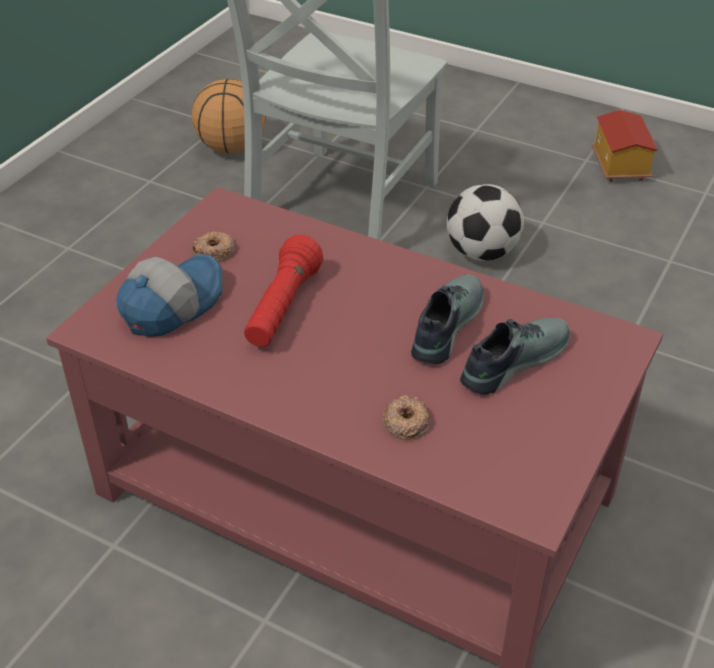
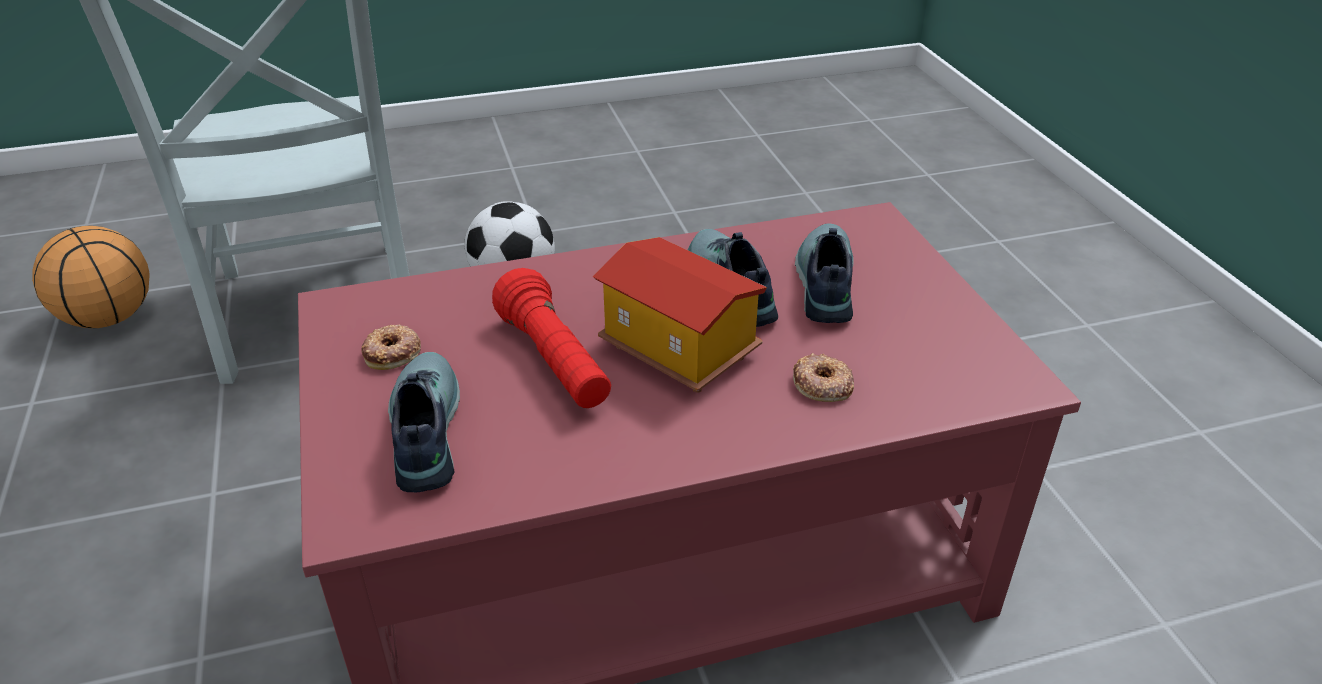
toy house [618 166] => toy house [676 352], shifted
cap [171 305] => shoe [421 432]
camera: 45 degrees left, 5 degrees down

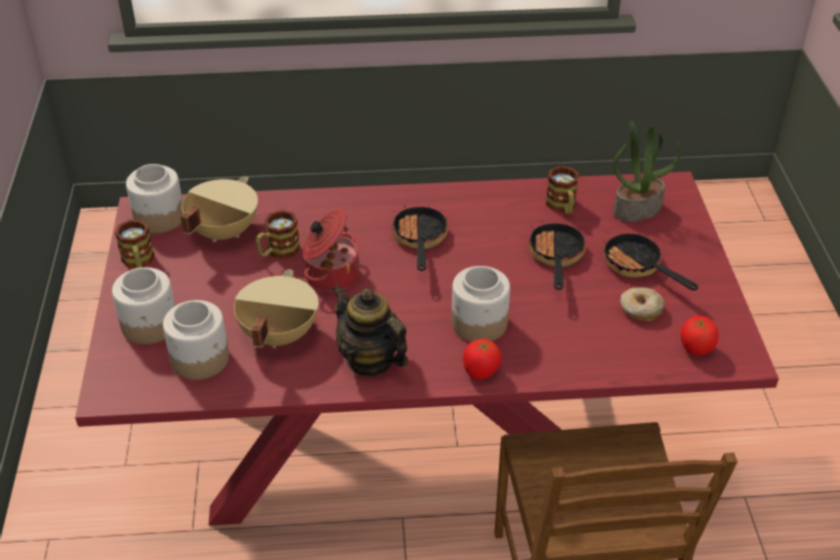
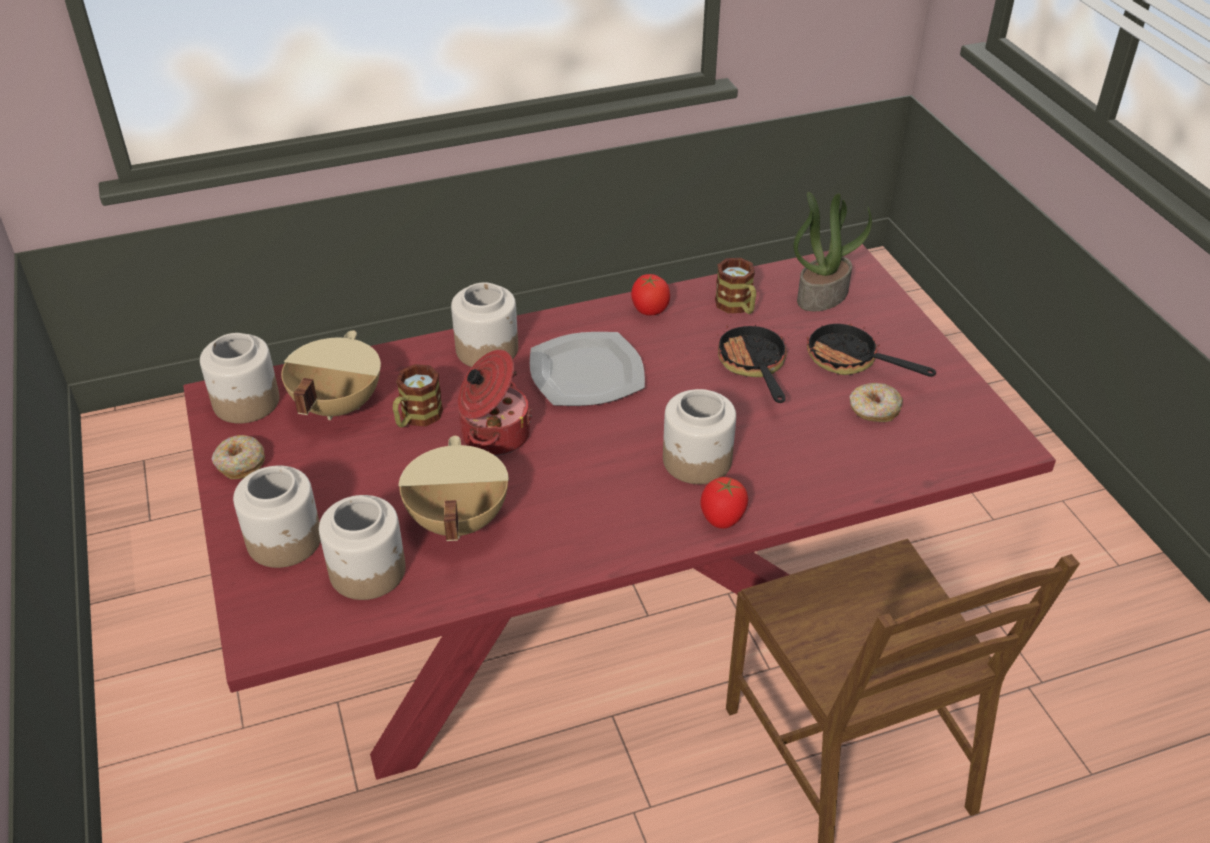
frying pan [419 240] => plate [586 374]
mug [138 262] => donut [240 463]
teapot [370 360] => nothing
tomato [695 348] => tomato [649 310], shifted
nothing => jar [487 349]
camera: 15 degrees left, 0 degrees up

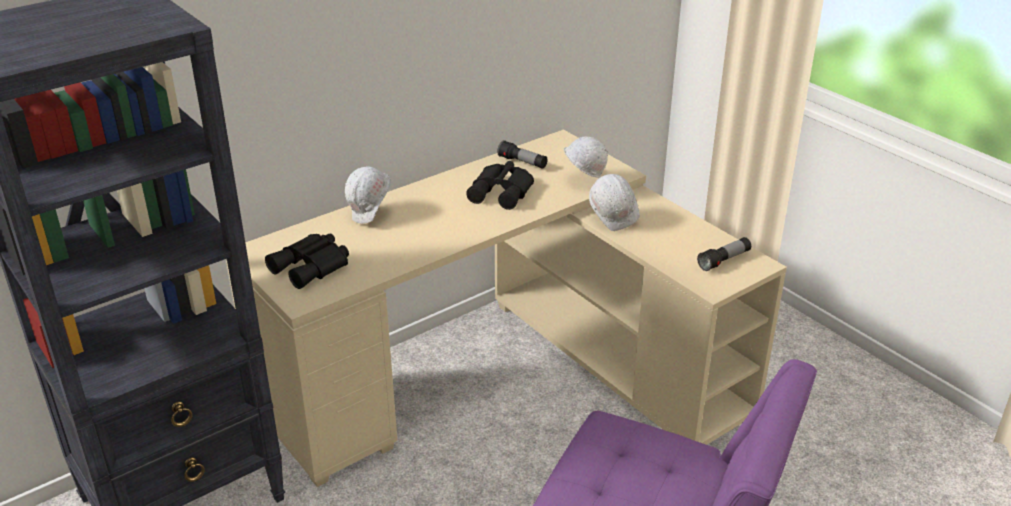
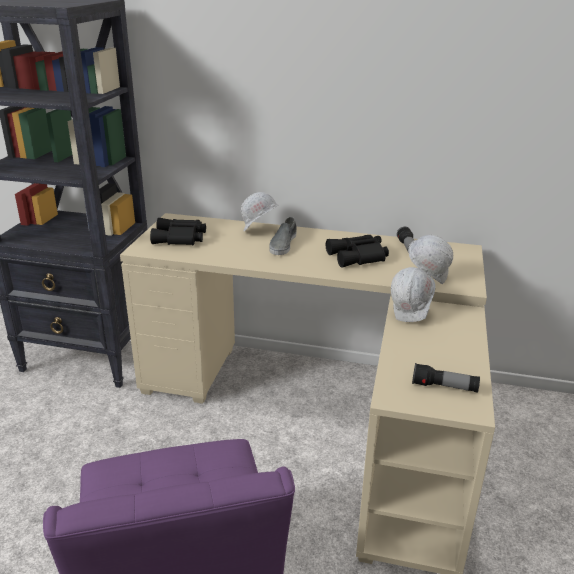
nothing => grey shoe [283 244]
camera: 50 degrees right, 5 degrees down

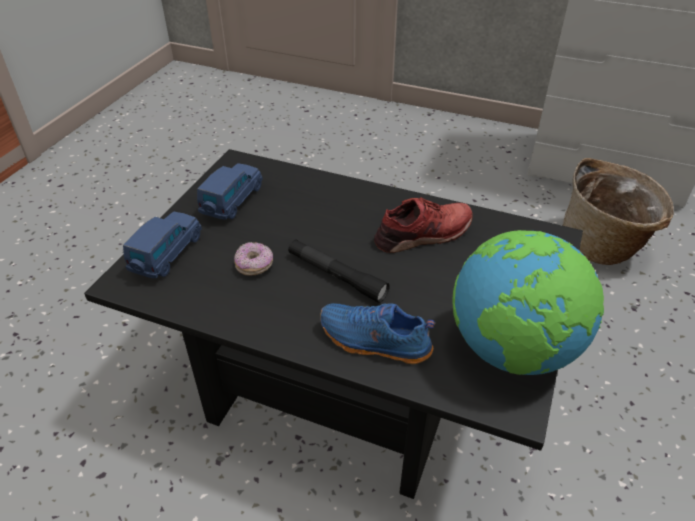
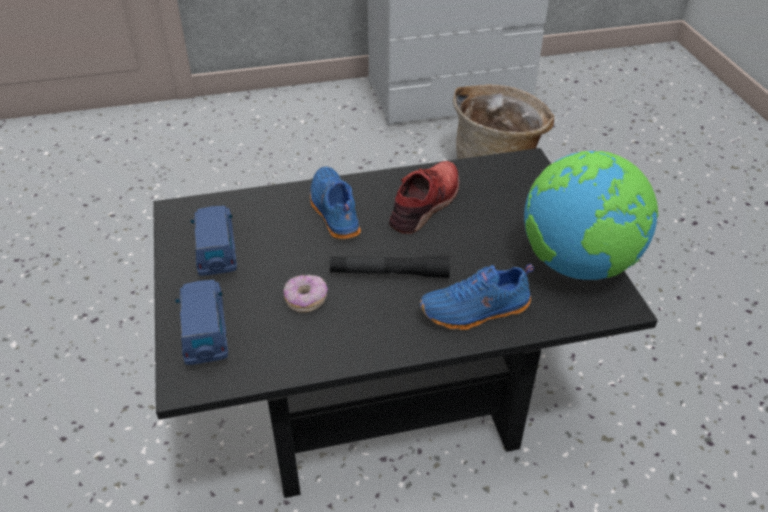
nothing => blue shoe [333 212]
camera: 35 degrees left, 0 degrees up

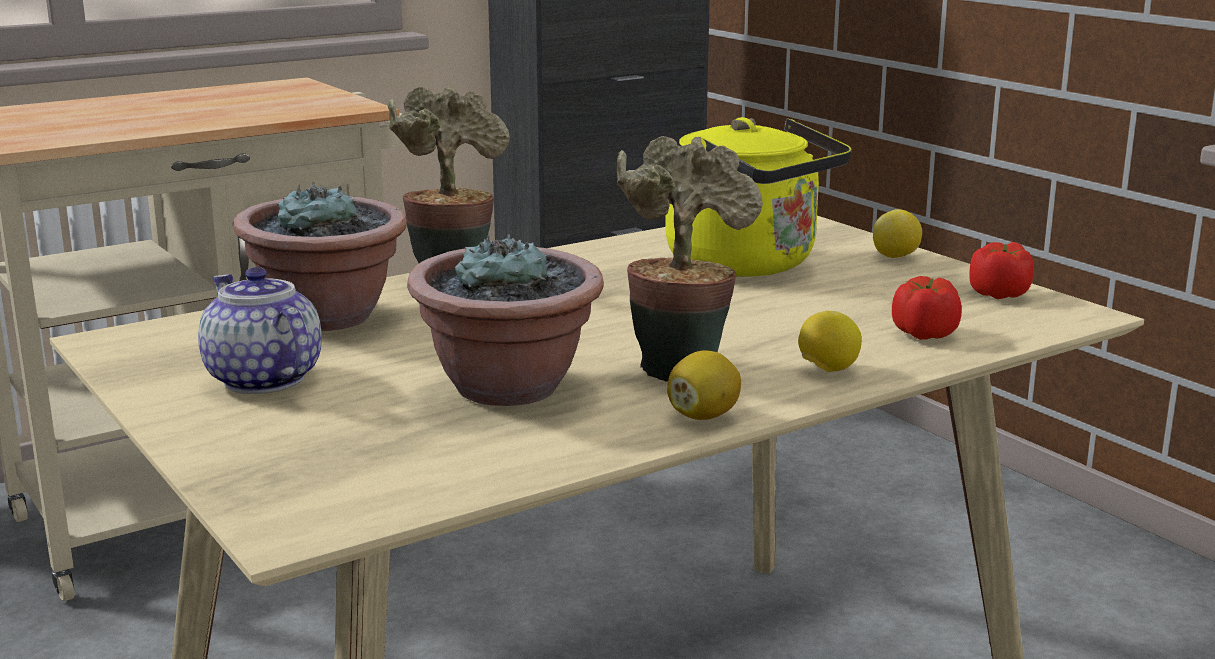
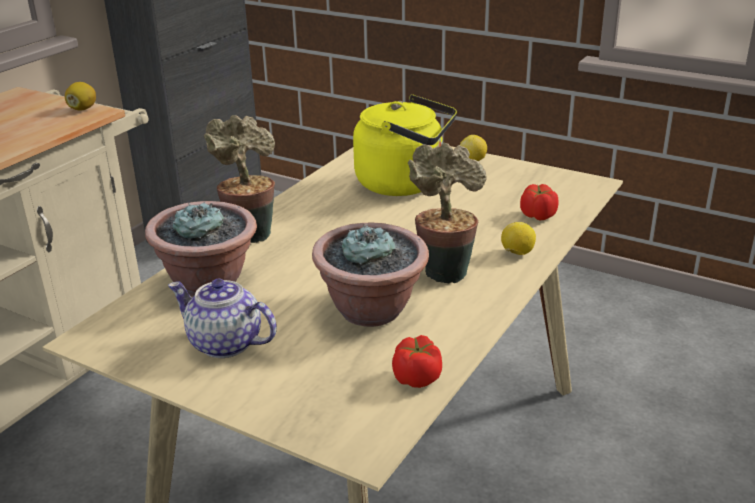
tomato [999 294] => tomato [417 378], shifted
lemon [703 416] => lemon [83 109], shifted
camera: 25 degrees left, 10 degrees up

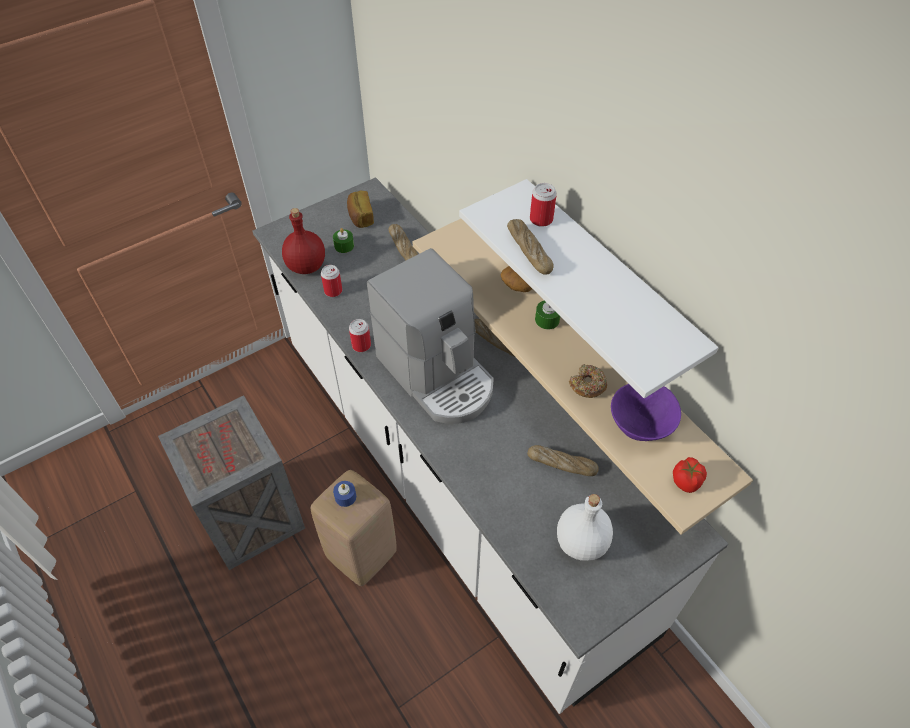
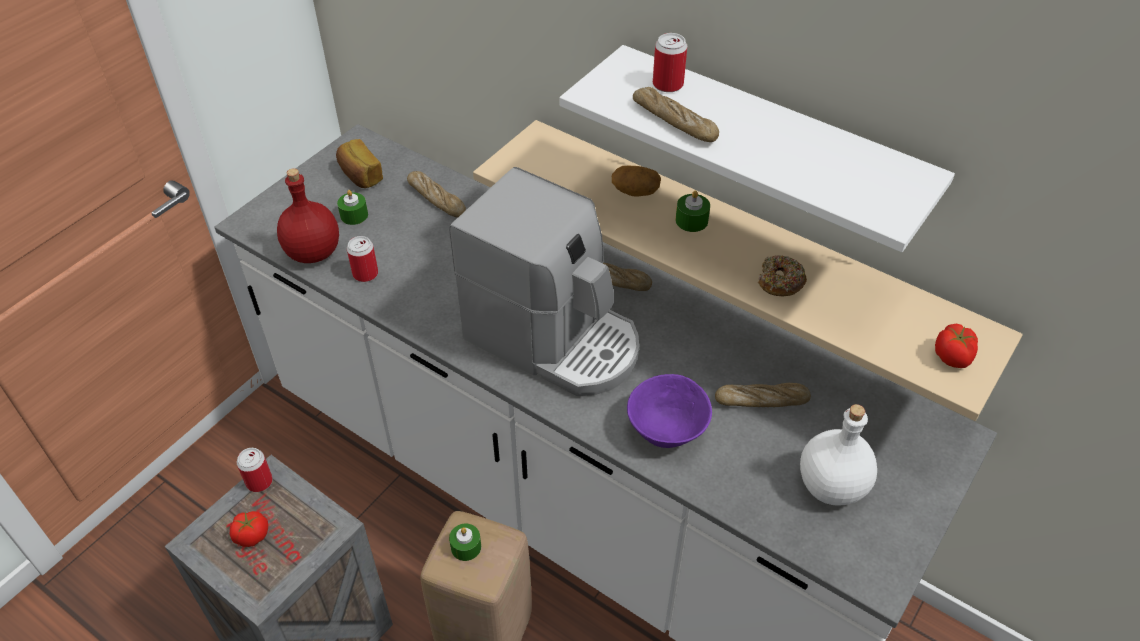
can [361 345] => can [259 482], shifted
purple bowl [638 425] => purple bowl [664 430], shifted
blue candle [345 497] => green candle [466 547]
nothing => tomato [252 536]
camera: 20 degrees left, 5 degrees down

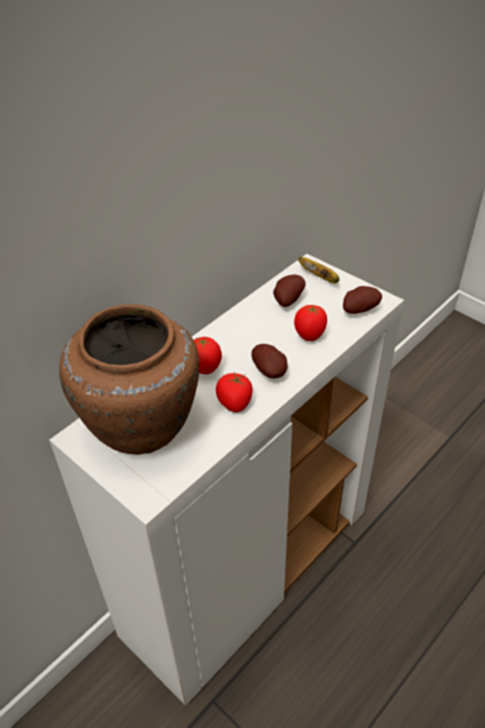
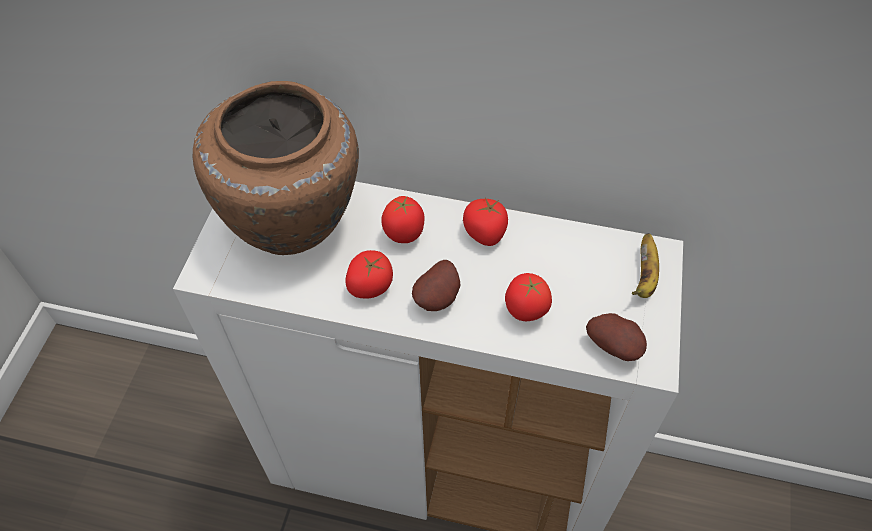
potato [287 300] => nothing
nothing => tomato [485 233]
camera: 60 degrees right, 10 degrees up

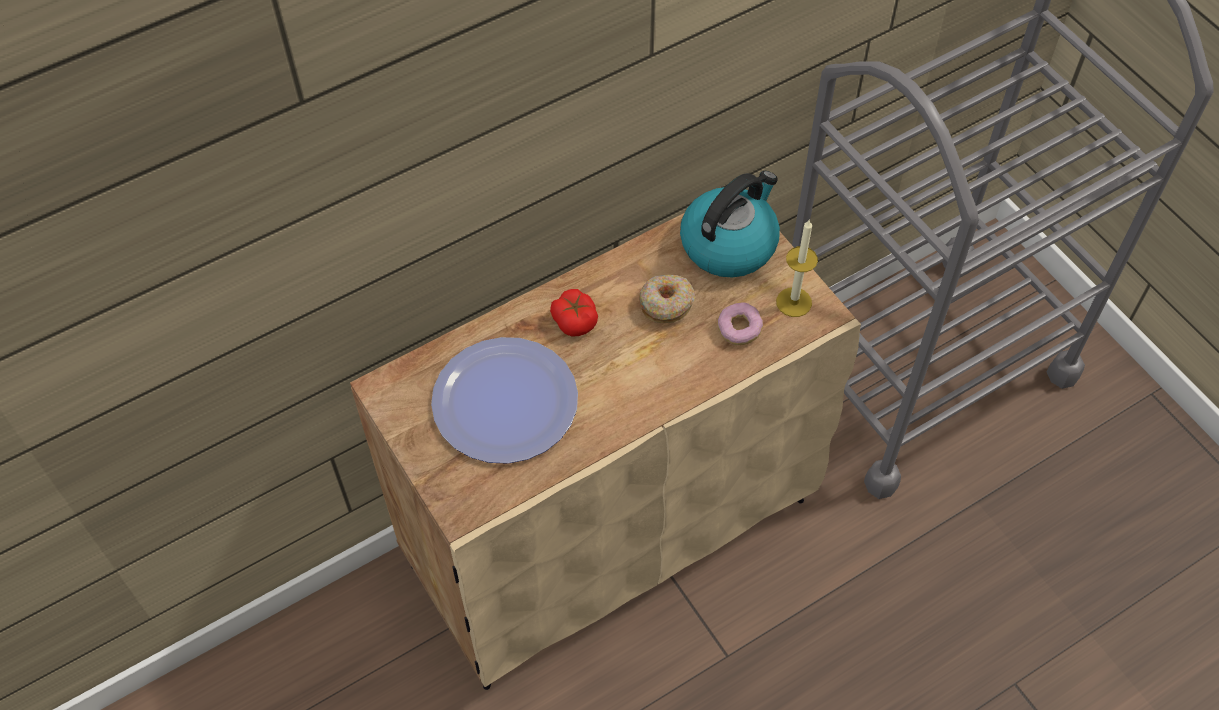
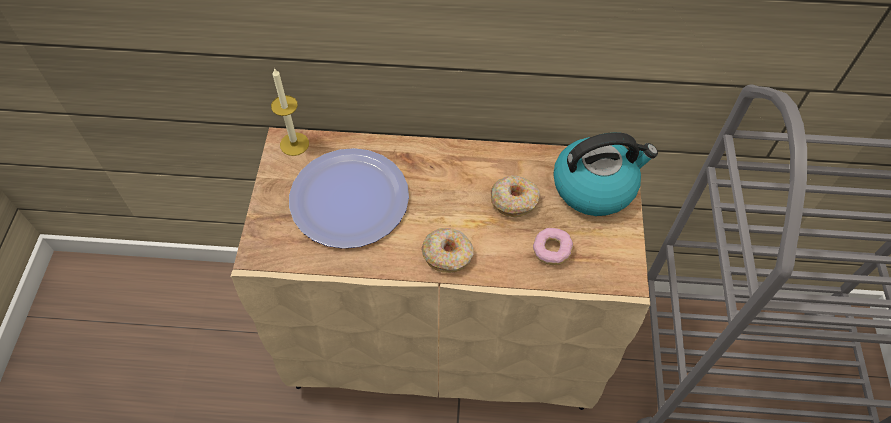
candle [794 302] => candle [294 144], shifted
tomato [575 320] => nothing
nothing => donut [448 254]
camera: 35 degrees right, 0 degrees up

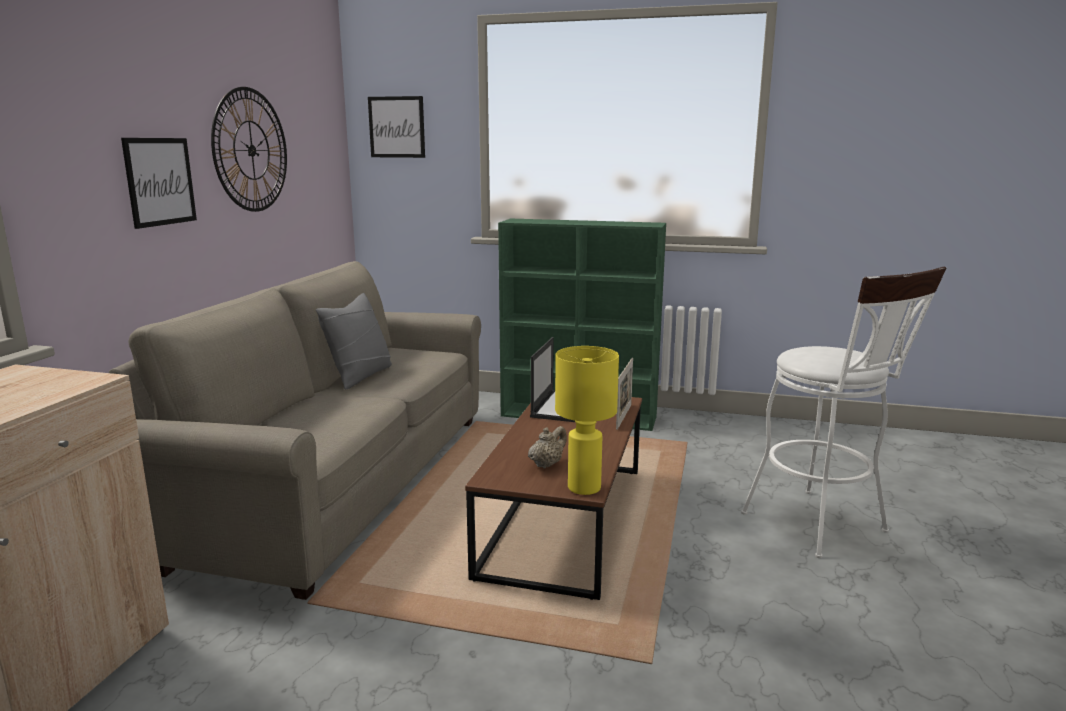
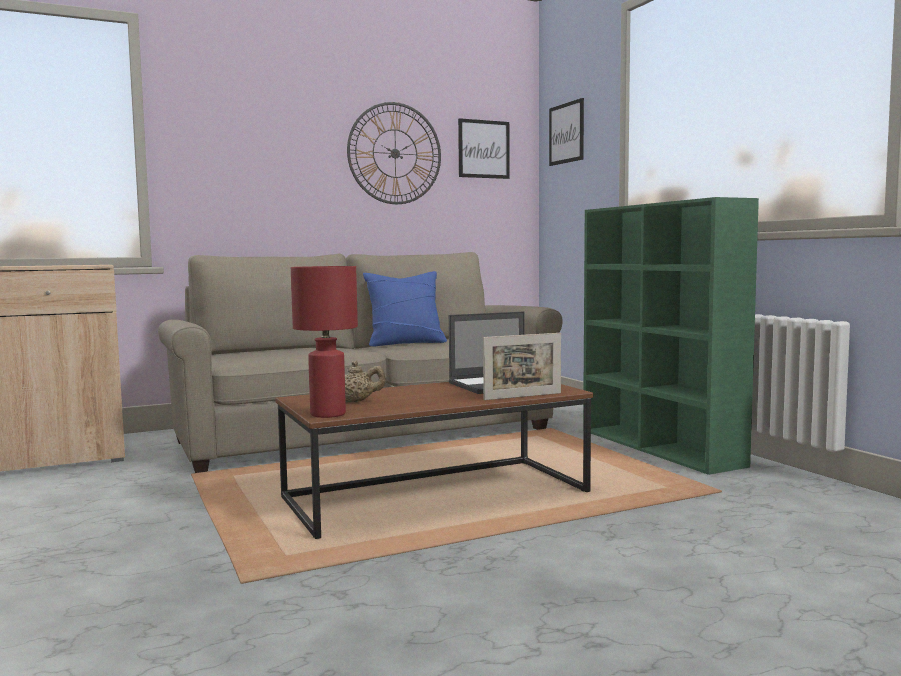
picture [160 181] => picture [483 149], shifted
white stool [823 527] => nothing
grey pillow [360 376] => blue pillow [405 343]
yellow table lamp [583 488] => red table lamp [327 414]
camera: 50 degrees right, 10 degrees down

